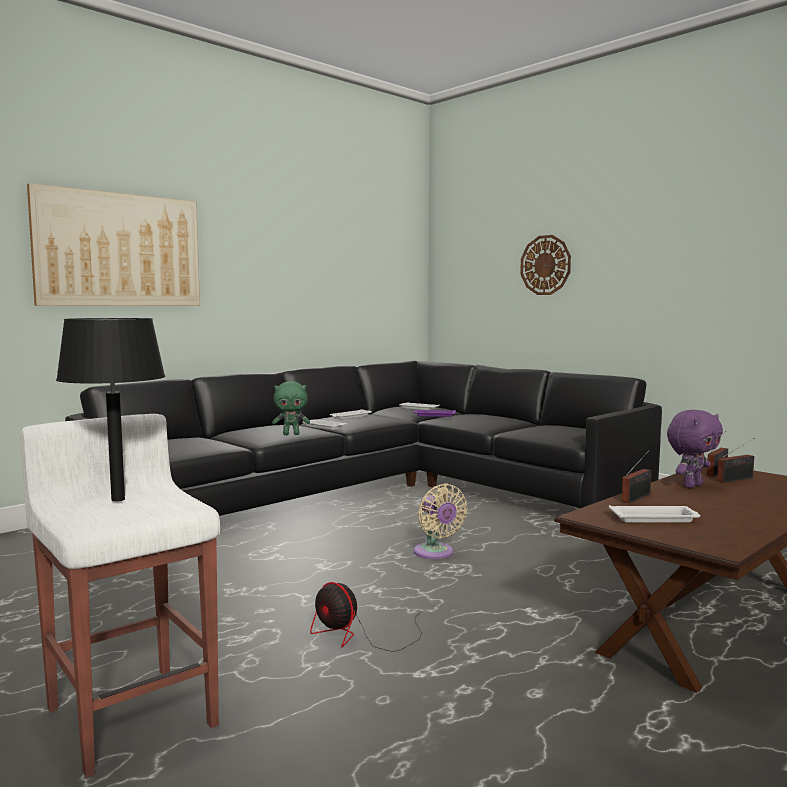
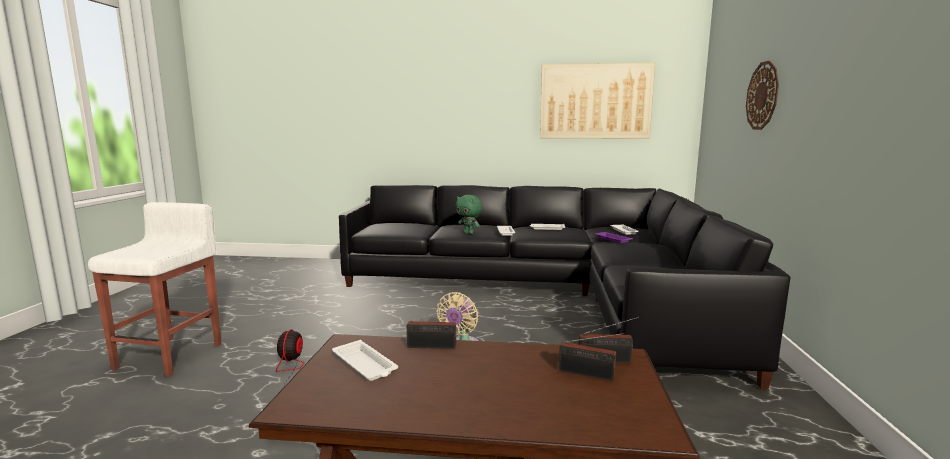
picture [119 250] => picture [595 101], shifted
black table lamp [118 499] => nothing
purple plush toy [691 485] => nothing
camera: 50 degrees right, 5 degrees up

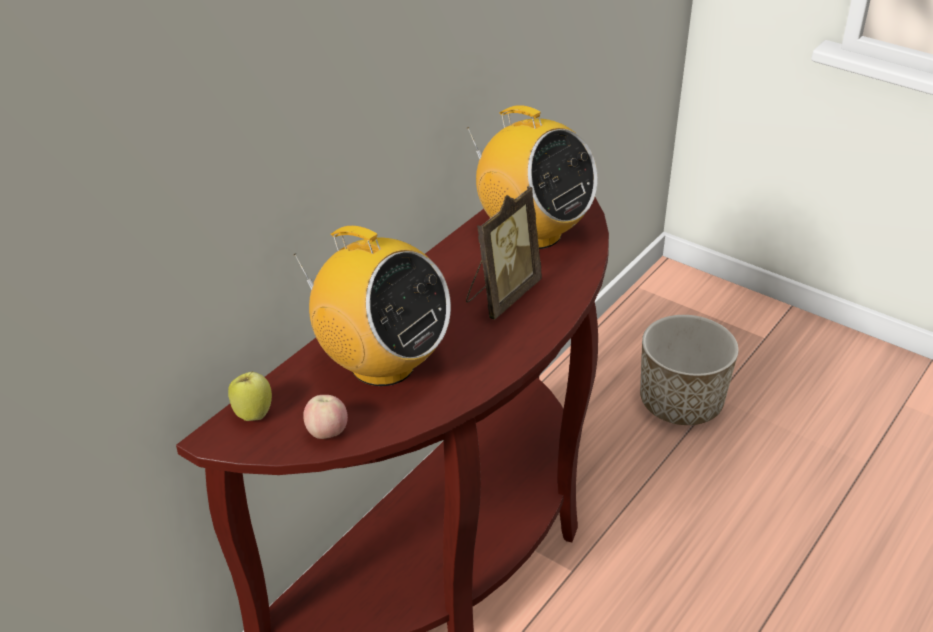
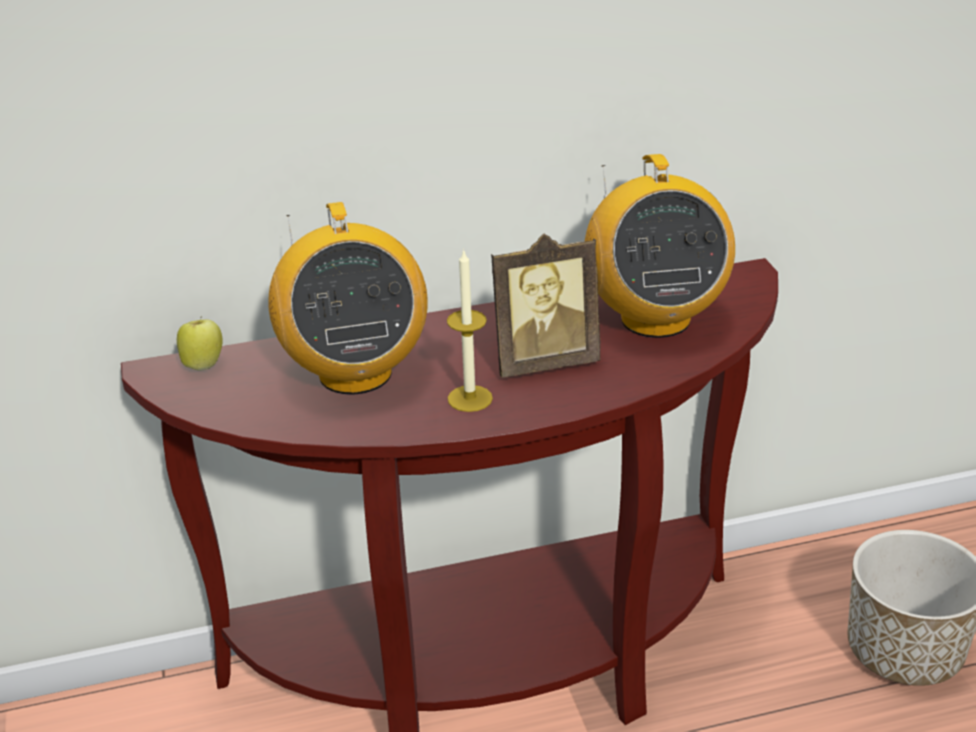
apple [327 433] => nothing
nothing => candle [470 398]
camera: 40 degrees right, 5 degrees down

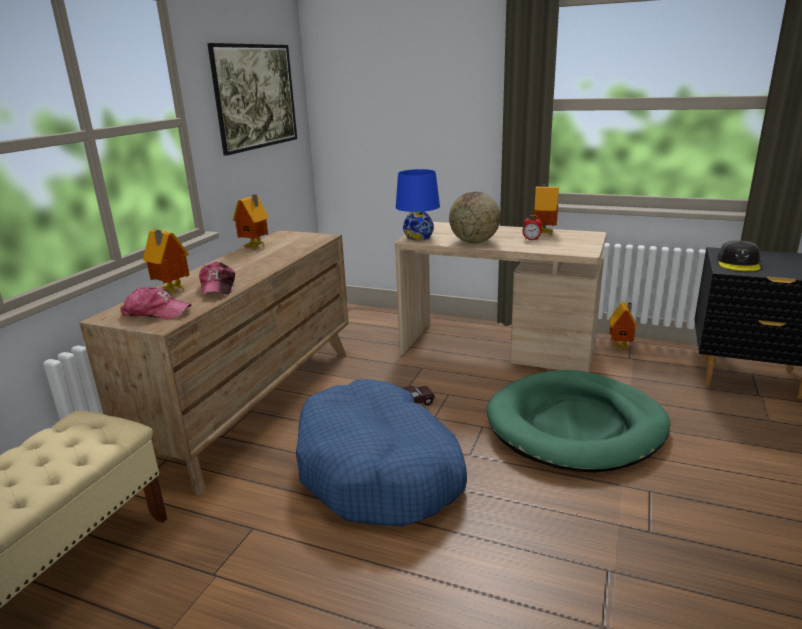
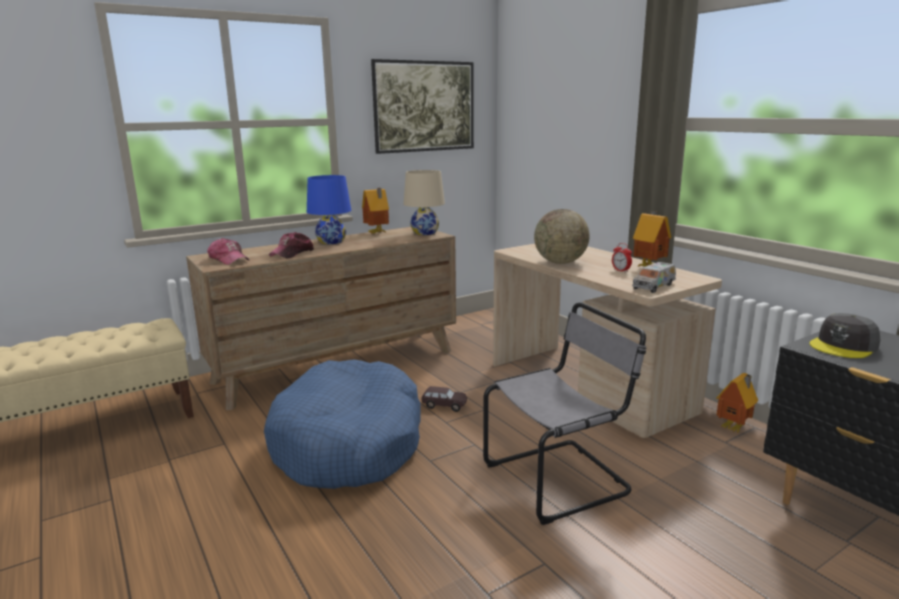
blue table lamp [418 237] => blue table lamp [331 241], shifted
toy house [171 290] => nothing
green dog bed [575 426] => grey chair [560 478]
nothing => beige table lamp [425 233]
nothing => toy truck [653 286]
camera: 35 degrees right, 5 degrees down

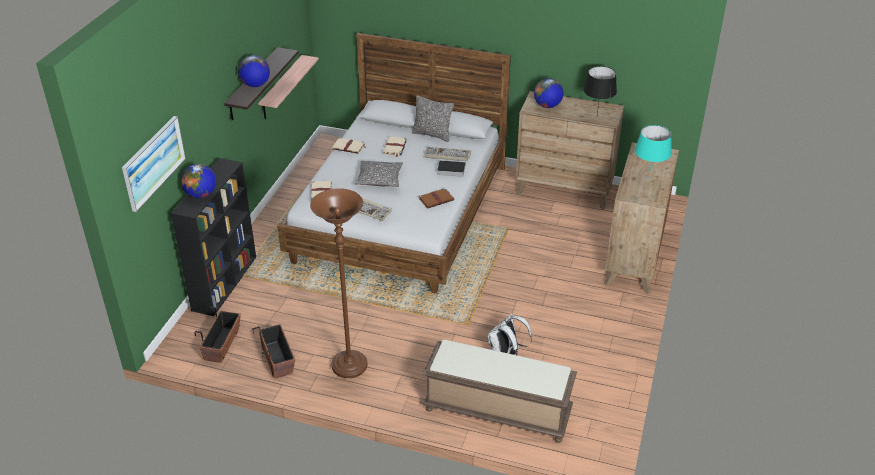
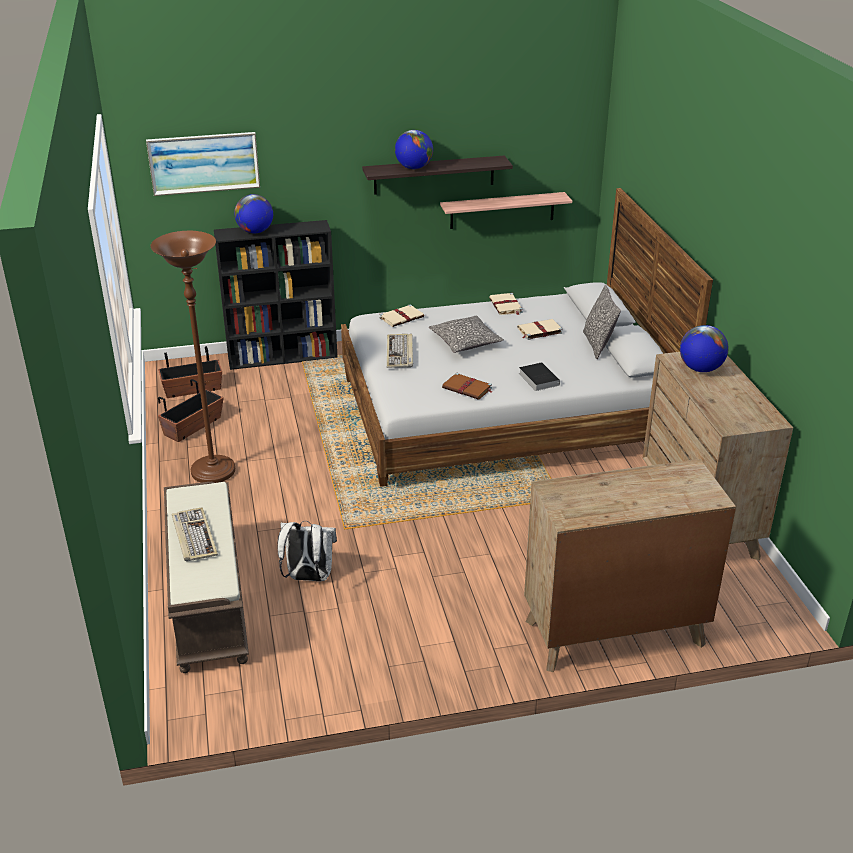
black table lamp [597 116] => nothing
turquoise table lamp [648 178] => nothing
keyboard [447 155] => keyboard [193 536], shifted
camera: 60 degrees right, 5 degrees down

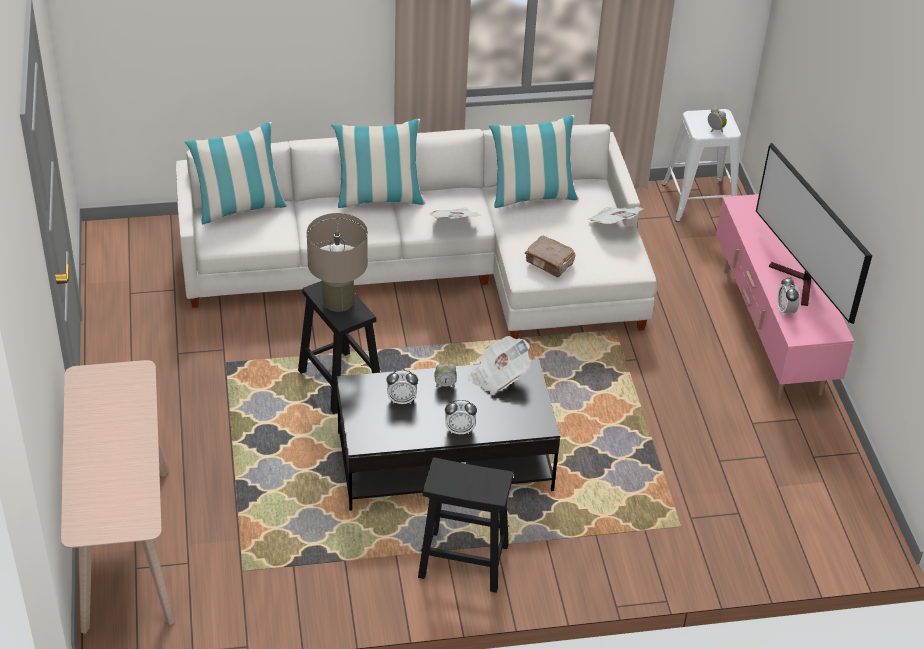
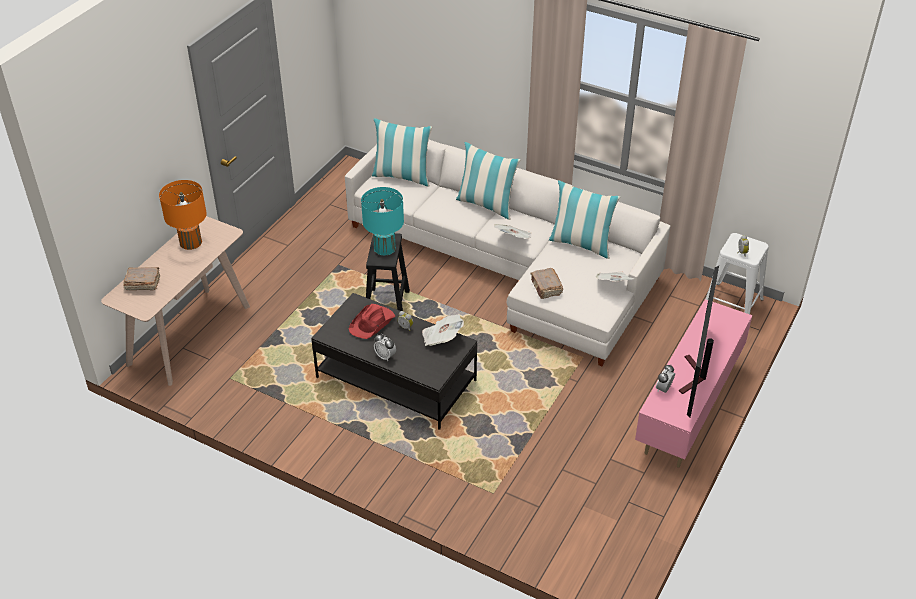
beige table lamp [338 300] => turquoise table lamp [384 248]
alarm clock [401 400] => red hat [372 323]
black stool [461 561] => nothing
nothing => orange table lamp [190 242]
nothing => brown book [142 284]
camera: 40 degrees right, 0 degrees up

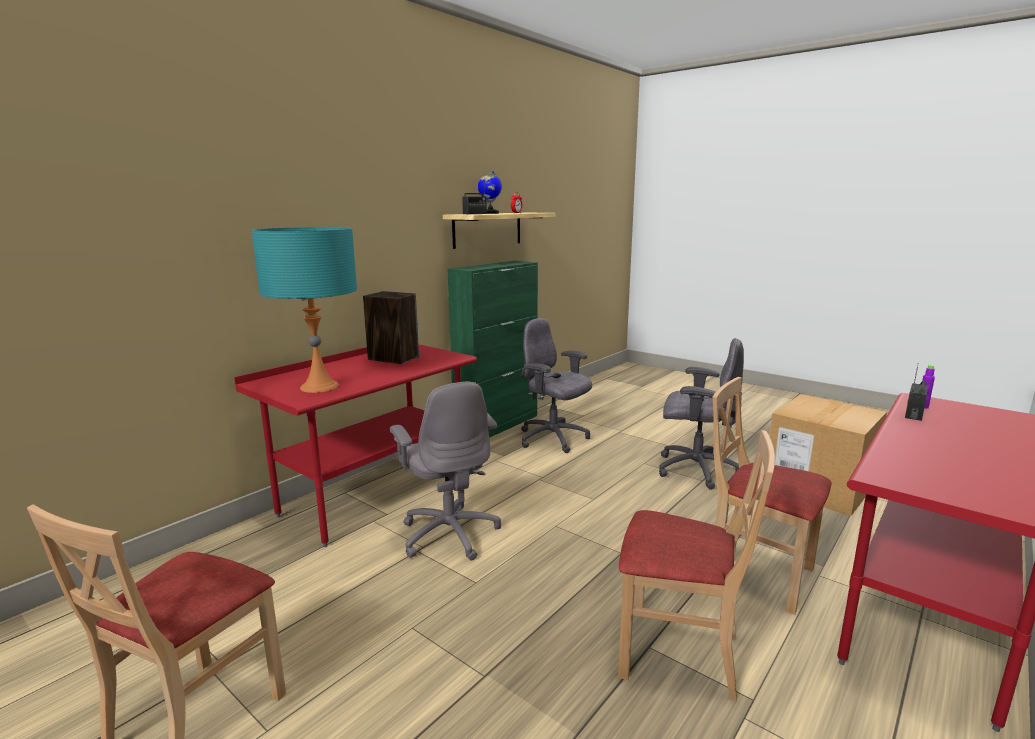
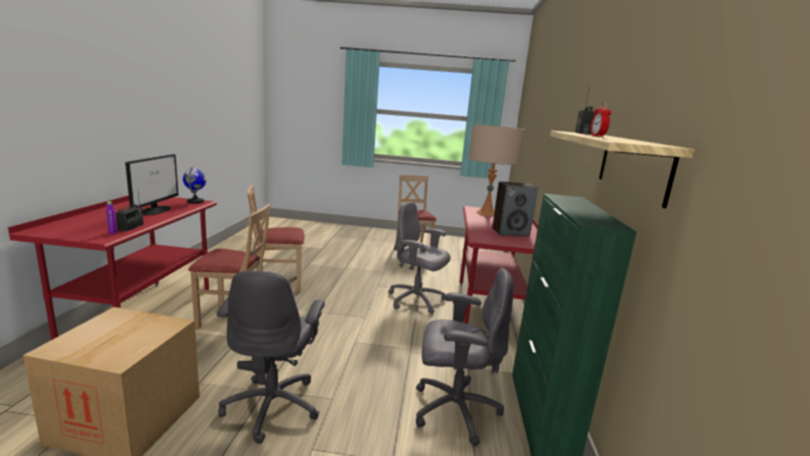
globe [490 213] => globe [195 201], shifted
turquoise table lamp [319 386] => beige table lamp [486 213]
grey office chair [695 469] => grey office chair [273 405], 75 degrees counterclockwise
nothing => monitor [155 210]
camera: 145 degrees right, 0 degrees up

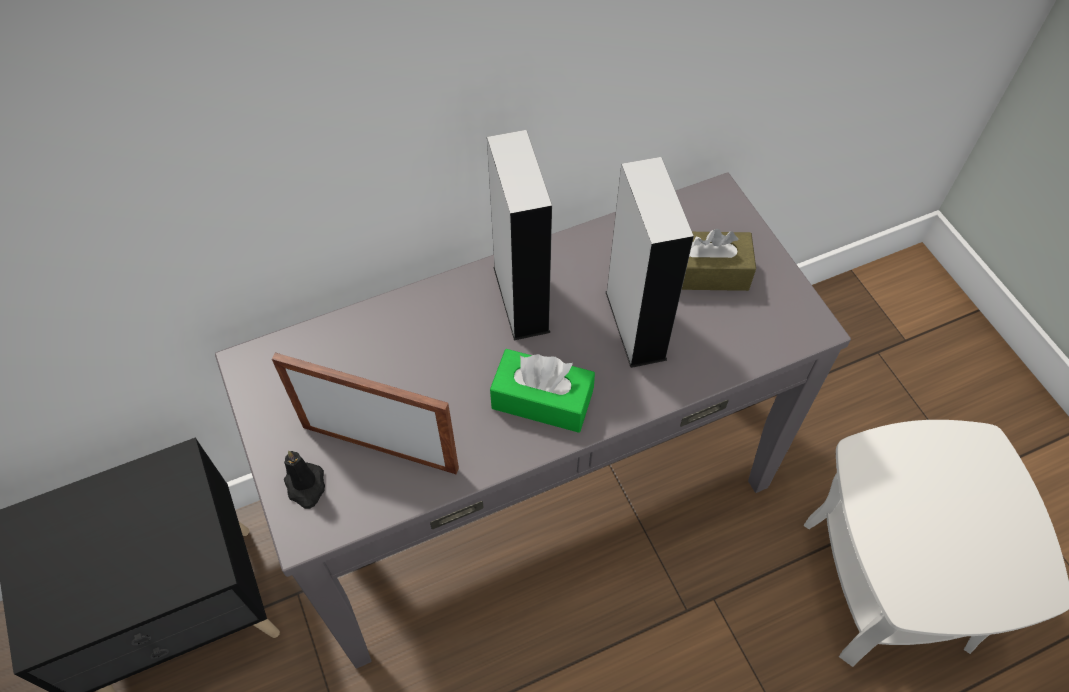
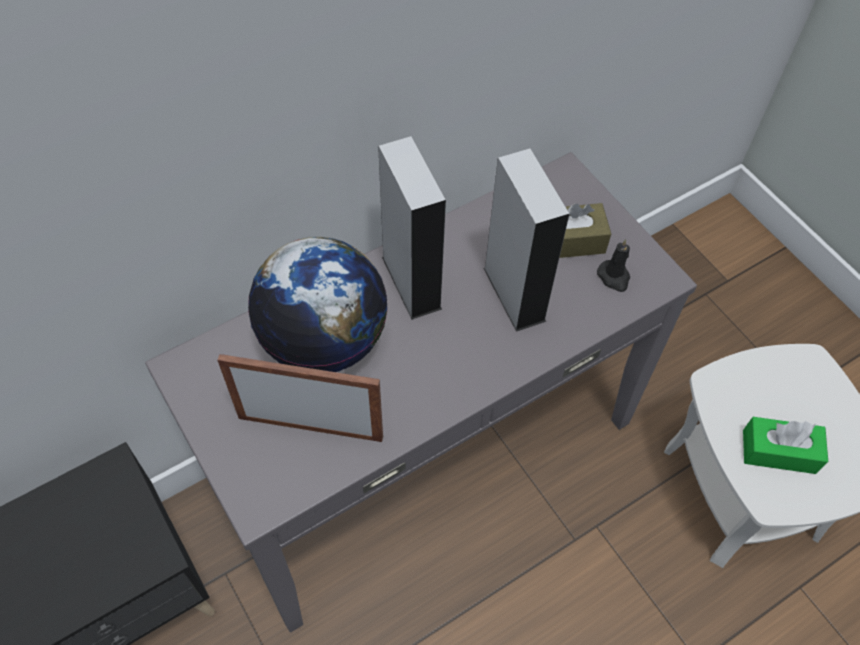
green tissue box [542 400] => green tissue box [779 451], shifted
black candle [306 487] => black candle [614 277], shifted
nothing => globe [324 340]
camera: 10 degrees left, 0 degrees up

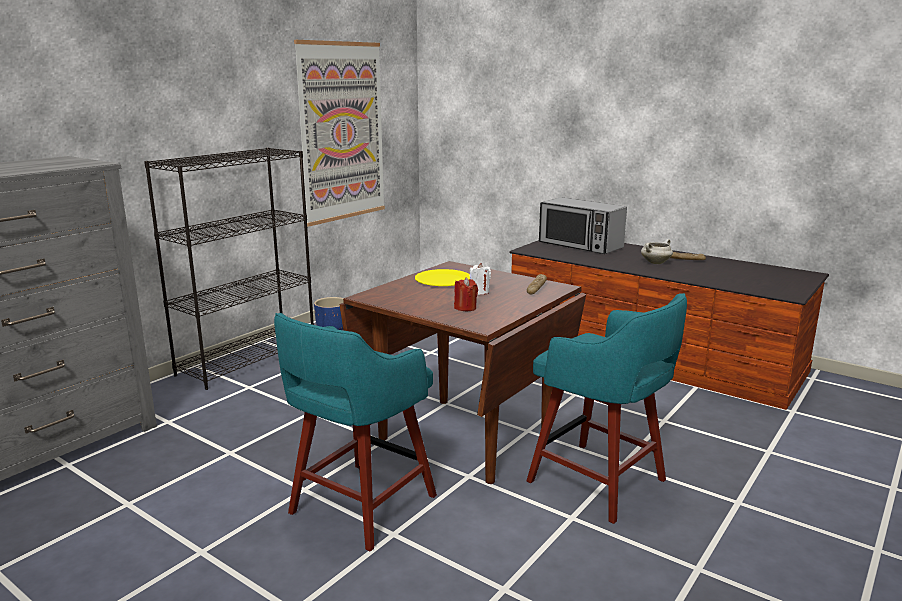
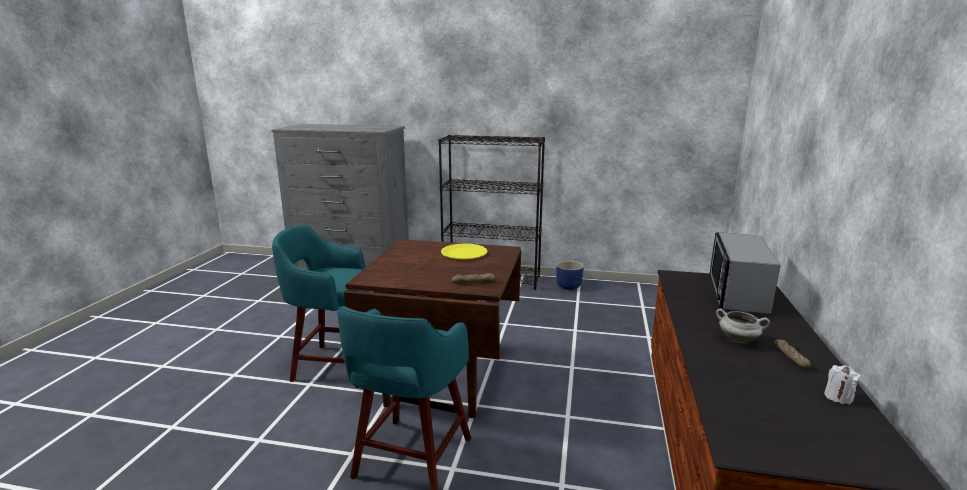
picture [342 132] => nothing
white candle [479 292] => white candle [838 397], shifted
red candle [465 308] => nothing
camera: 65 degrees right, 0 degrees up

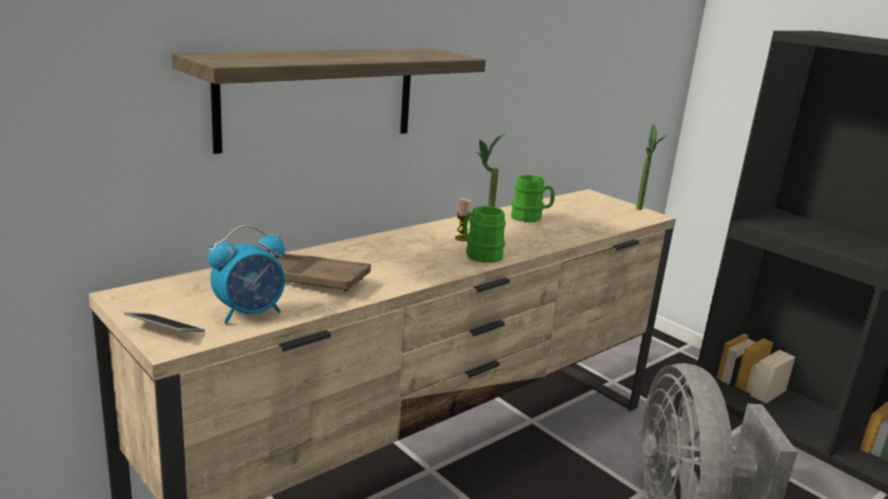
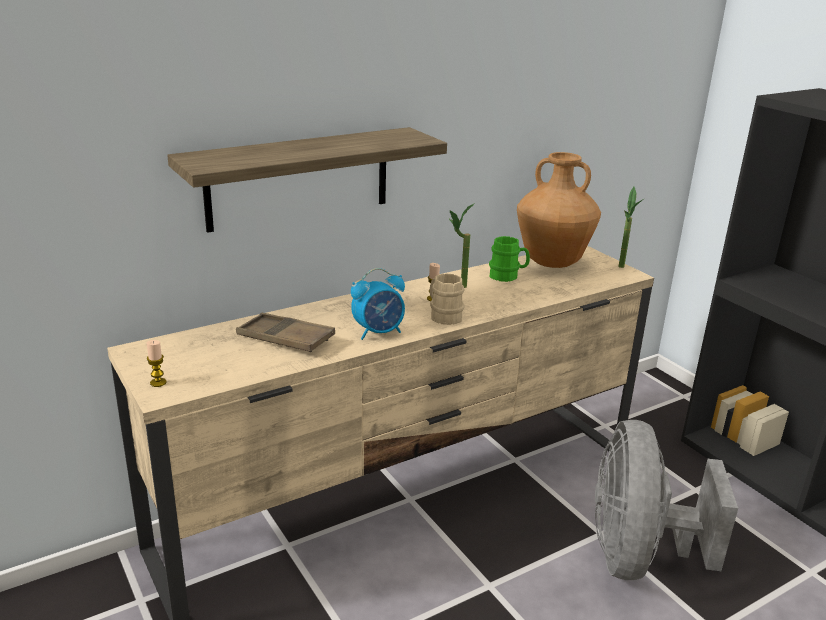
green mug [479 254] => beige mug [443 316]
alarm clock [250 313] => alarm clock [379 332], shifted
phone [165 330] => candle [158 382]
nothing => brown vase [553 263]
camera: 10 degrees right, 5 degrees up

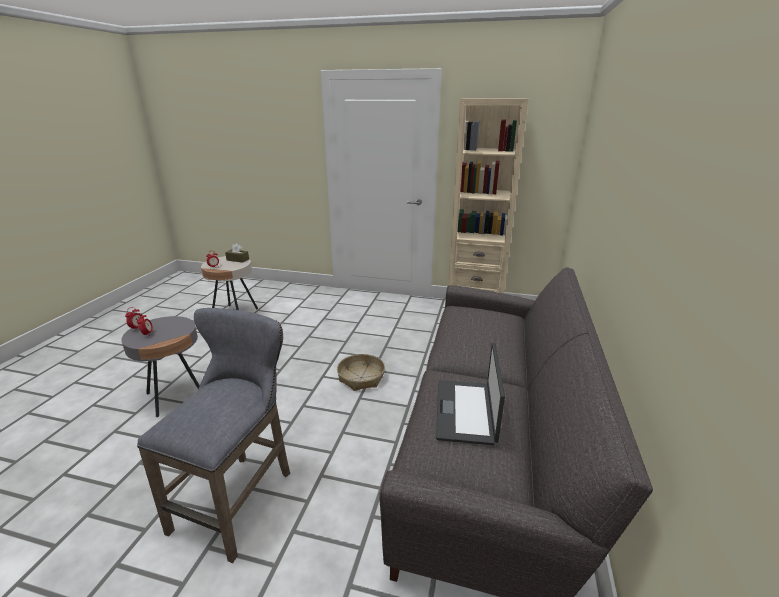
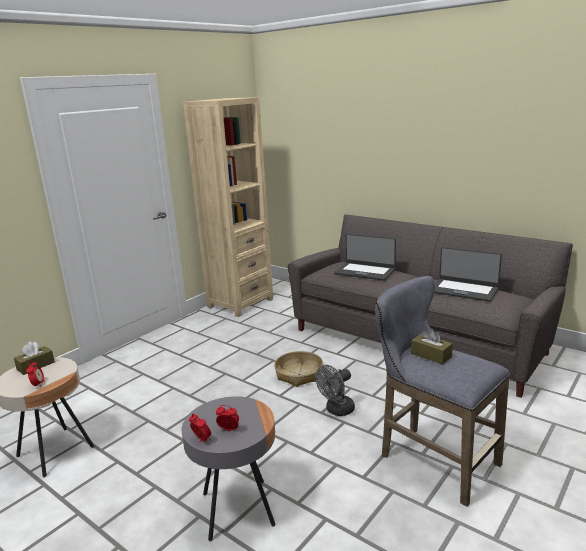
nothing => laptop [365 271]
nothing => brown tissue box [431 355]
nothing => grey fan [337 410]
camera: 65 degrees left, 5 degrees down

